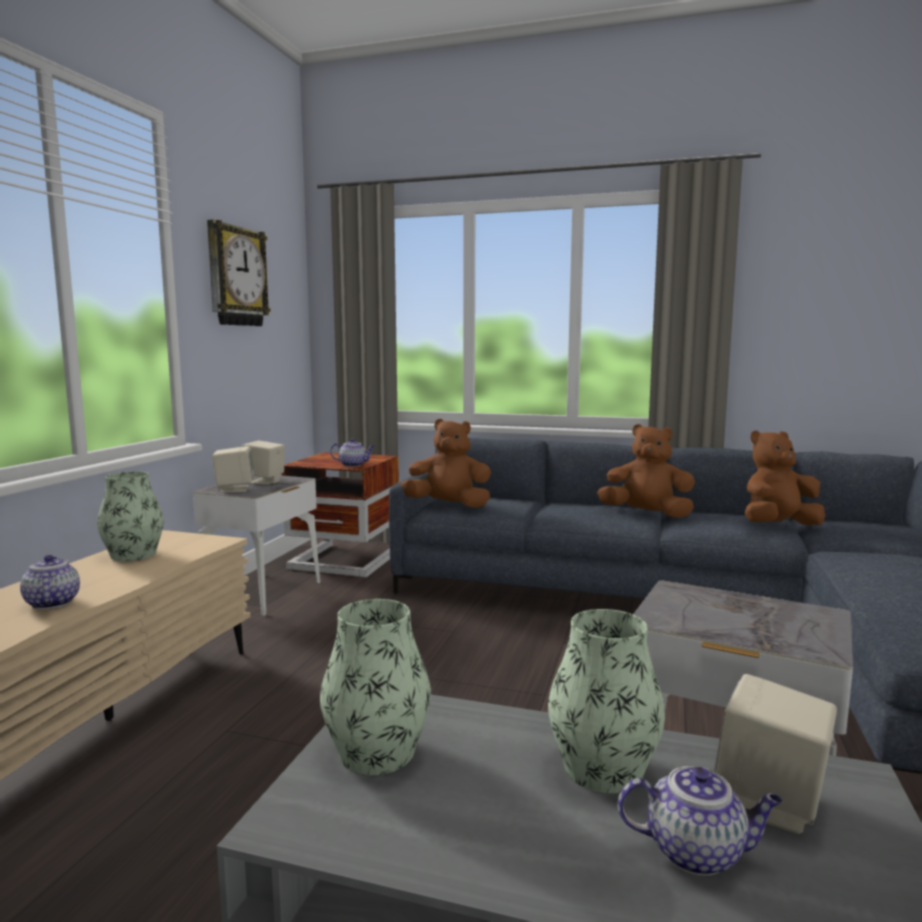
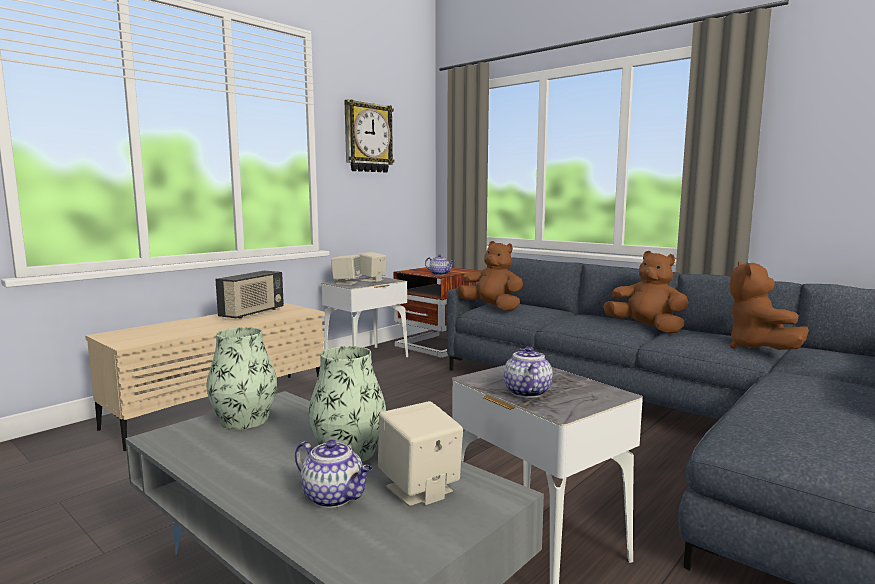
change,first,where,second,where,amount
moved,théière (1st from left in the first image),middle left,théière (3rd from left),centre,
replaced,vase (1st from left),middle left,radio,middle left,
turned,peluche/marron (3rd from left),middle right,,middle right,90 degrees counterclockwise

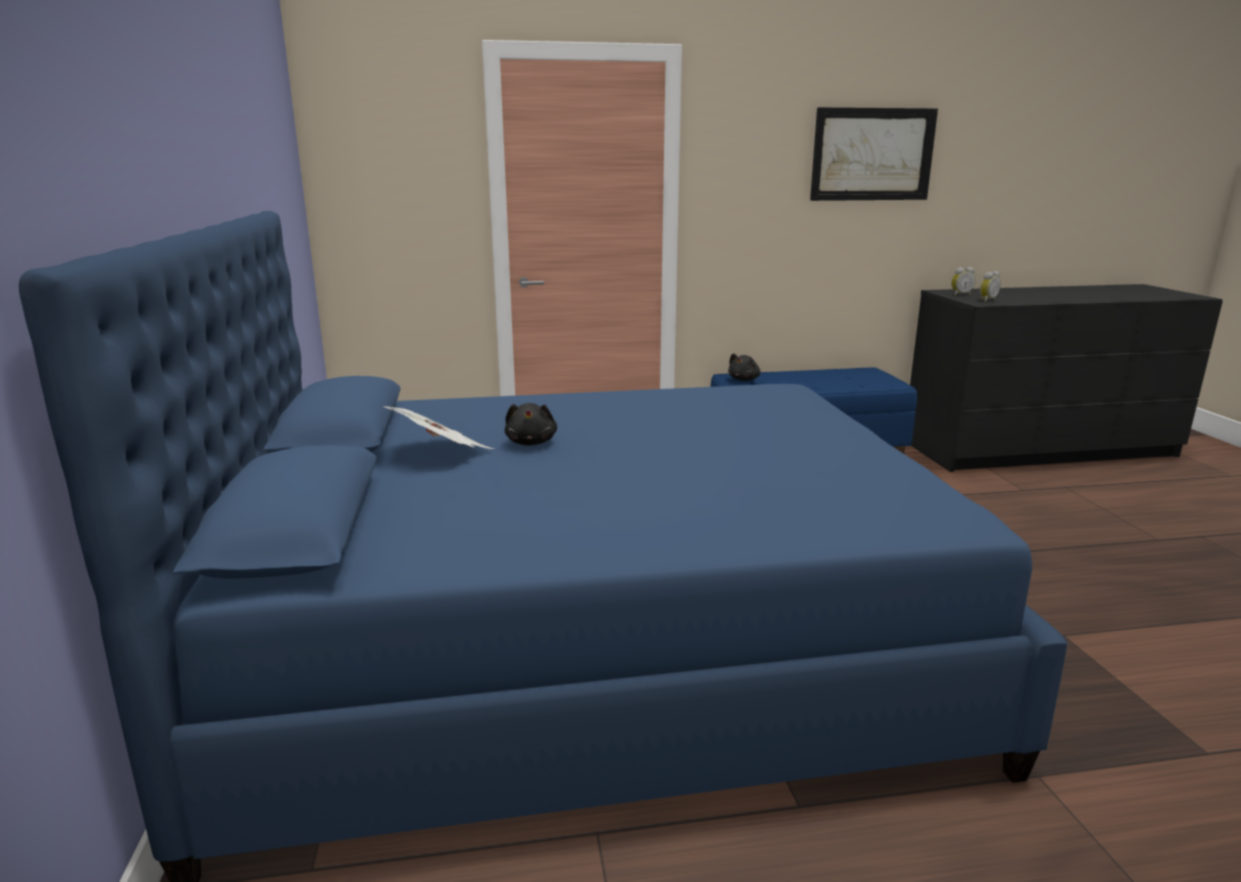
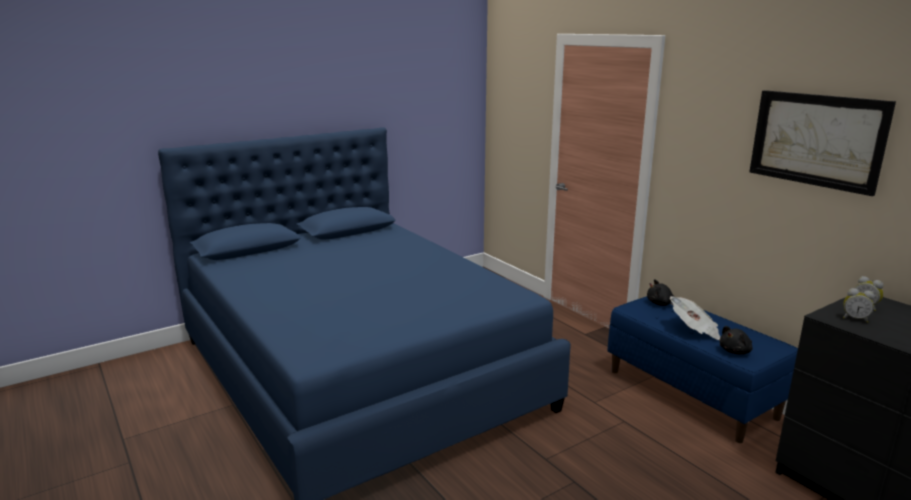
change,first,where,second,where,amount
moved,journal,centre,,middle right,
moved,peluche/noir (1st from left in the first image),centre,peluche/noir (2nd from left),bottom right,

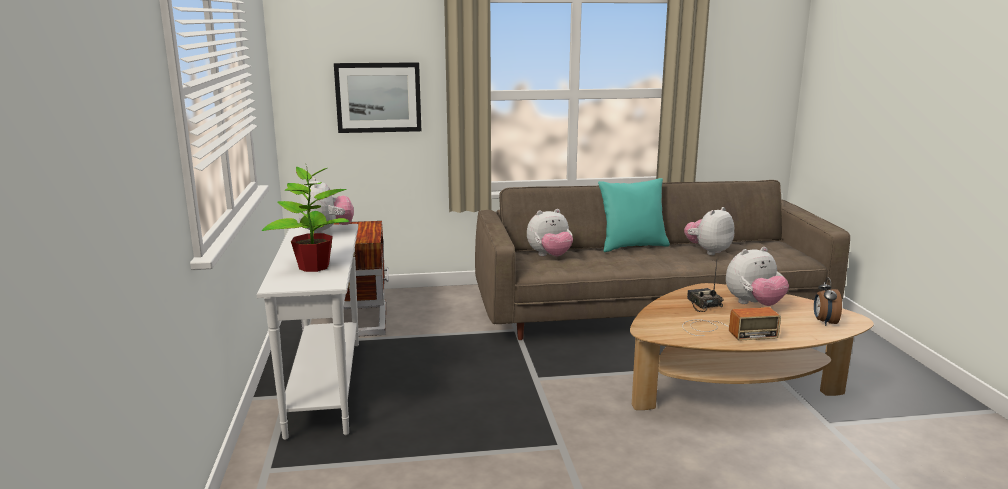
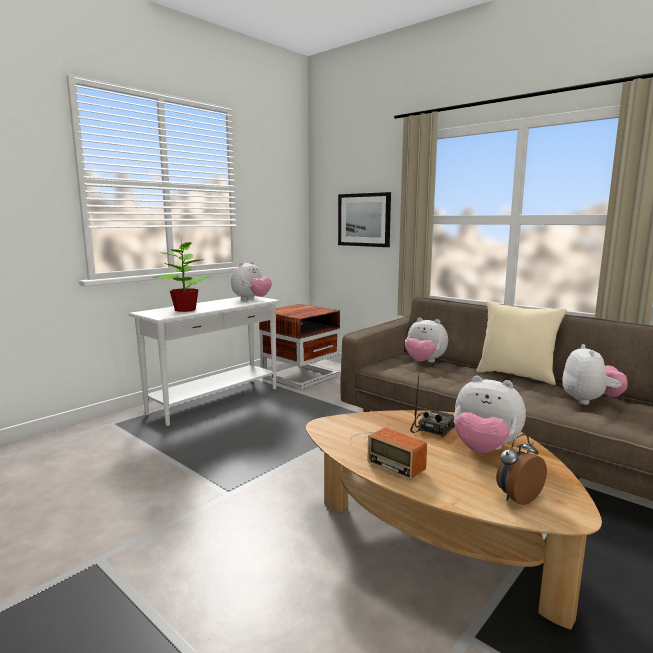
change,first,where,second,where,amount
recoloured,coussin/turquoise,centre,coussin/beige,middle right,
turned,peluche (3rd from left in the first image),middle right,peluche (4th from left),middle right,90 degrees clockwise

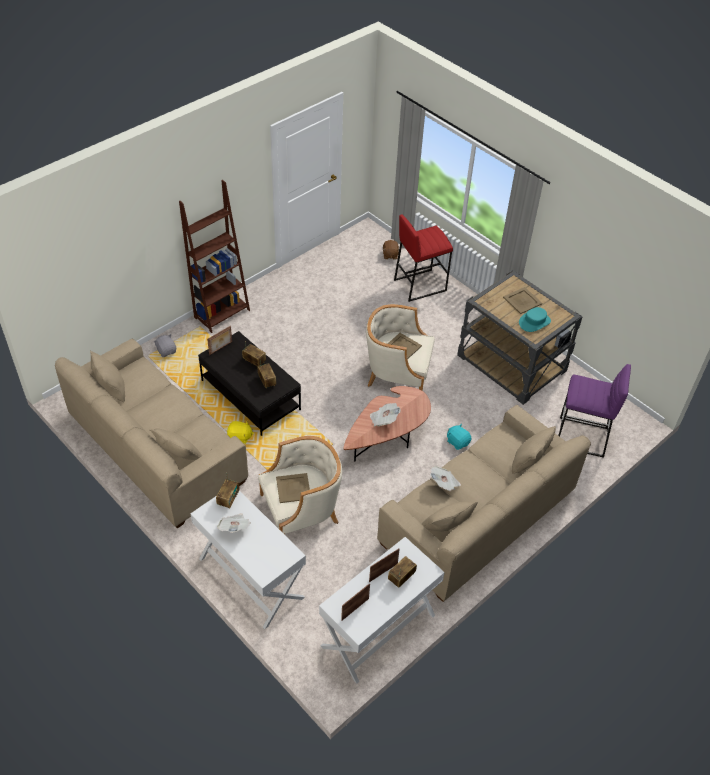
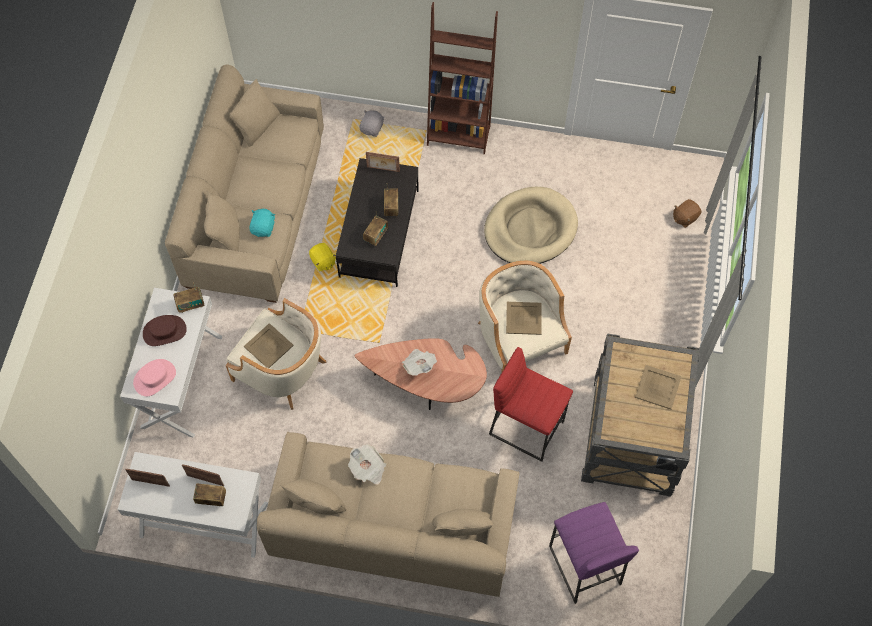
change,first,where,second,where,amount
removed,chapeau/turquoise,middle right,,,
added,,,chapeau/rose,middle left,
added,,,panier pour chien/beige,centre,
moved,tabouret/rouge,top centre,,centre,
moved,peluche/turquoise,centre,,middle left,
replaced,journal (1st from left),bottom left,chapeau/marron,middle left,

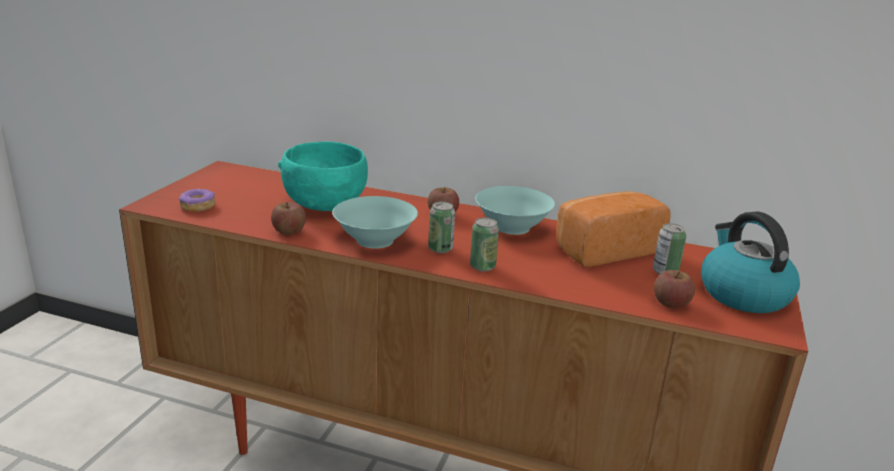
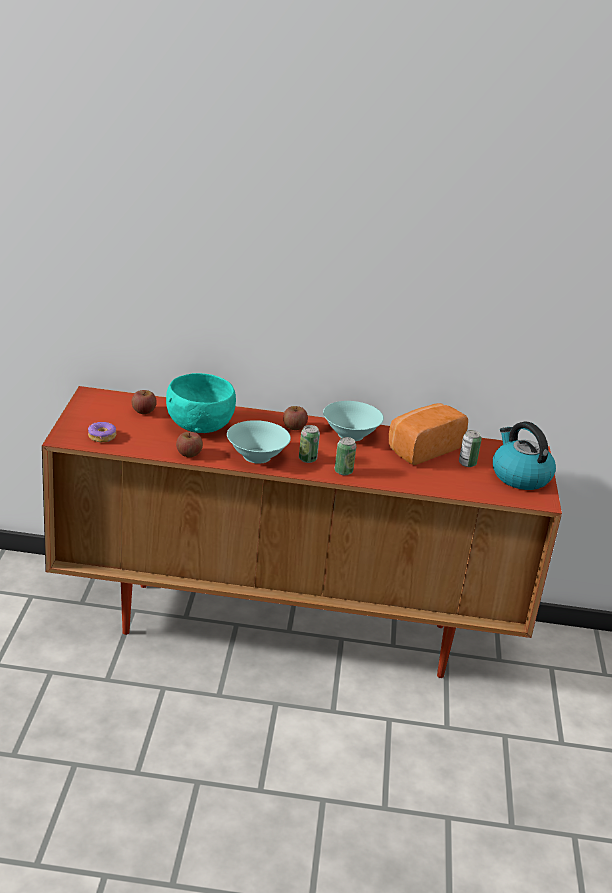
change,first,where,second,where,amount
moved,pomme (3rd from left in the first image),middle right,pomme (1st from left),middle left,

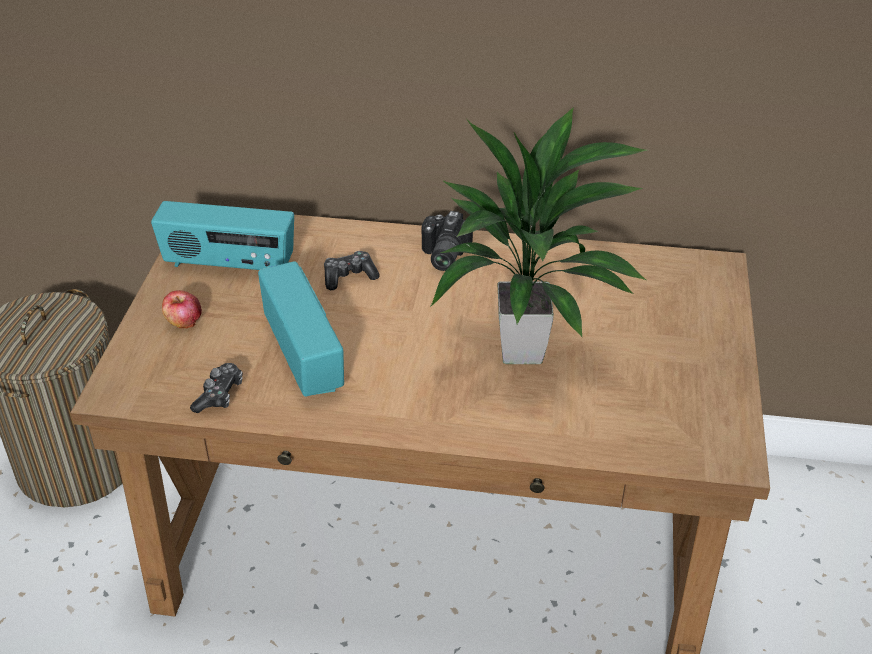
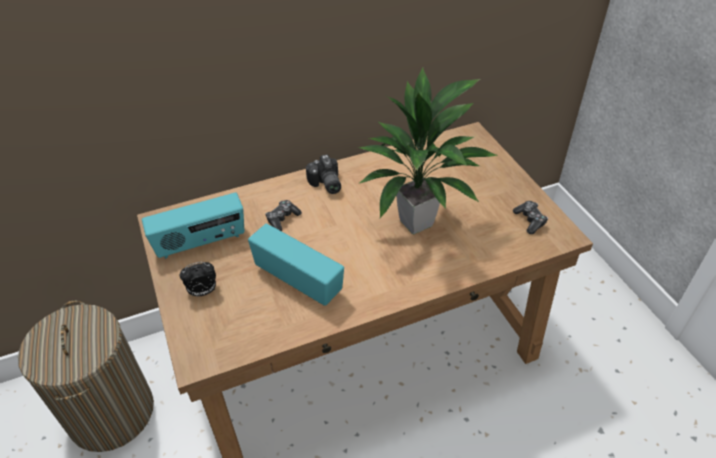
change,first,where,second,where,amount
moved,manette (1st from left in the first image),middle left,manette (2nd from left),middle right,
replaced,pomme,middle left,réveil,middle left,

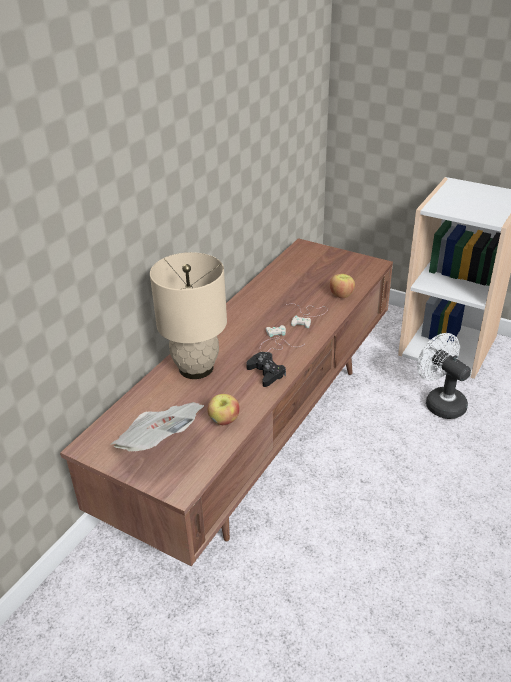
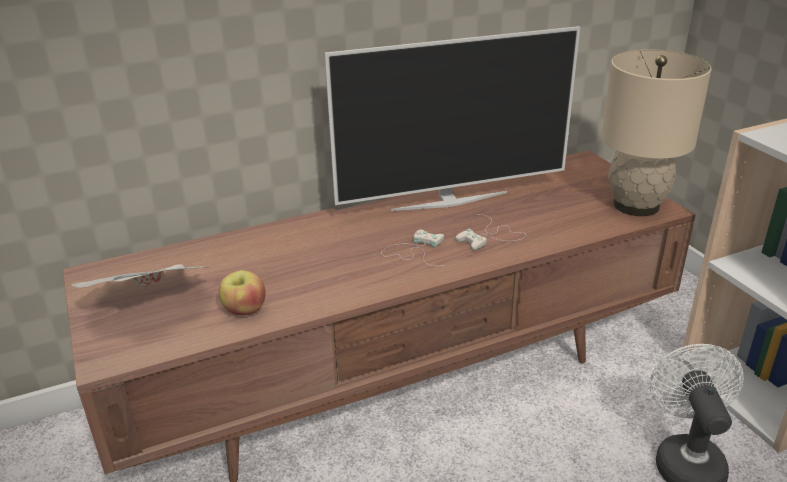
change,first,where,second,where,amount
removed,manette/noir,centre,,,
removed,pomme (2nd from left),middle right,,,
added,,,téléviseur,top centre,
moved,lampe de table/beige,centre,,top right,

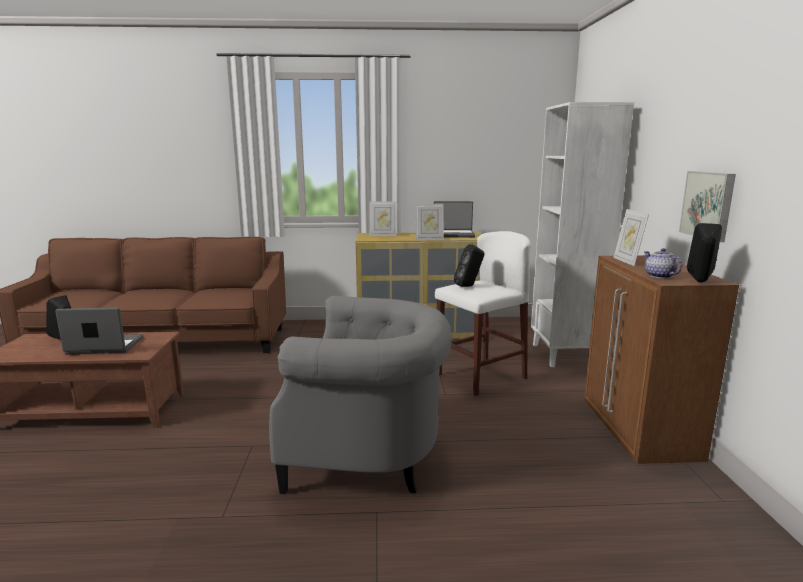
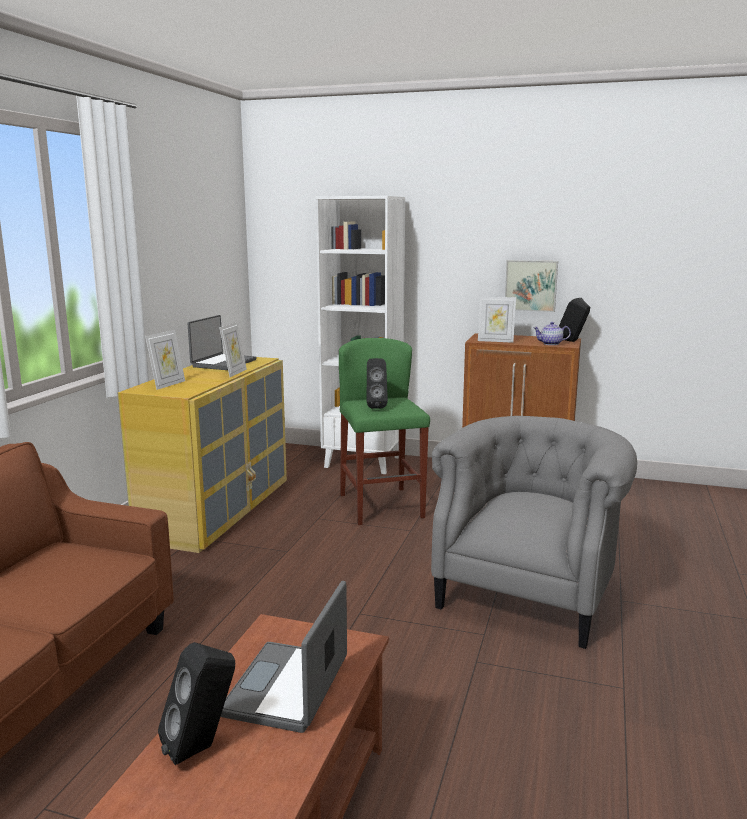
change,first,where,second,where,amount
recoloured,tabouret/blanc,centre,tabouret/vert,centre,

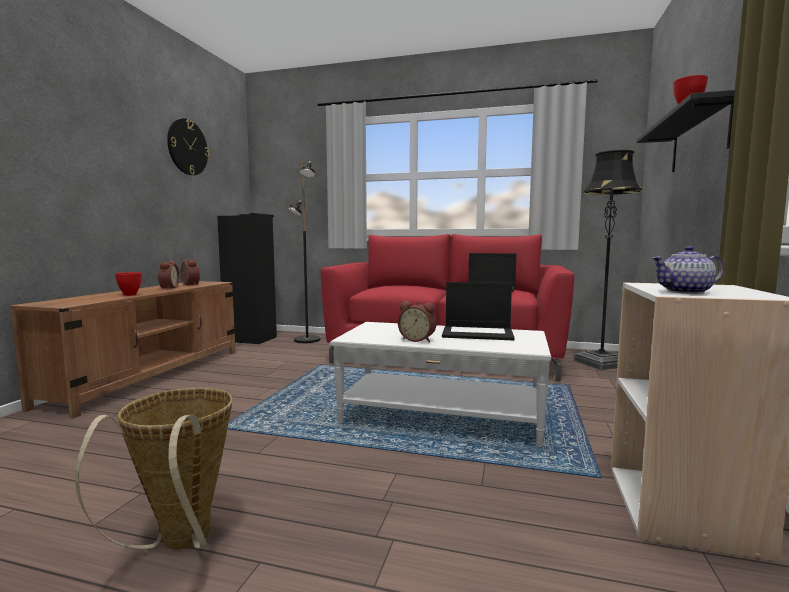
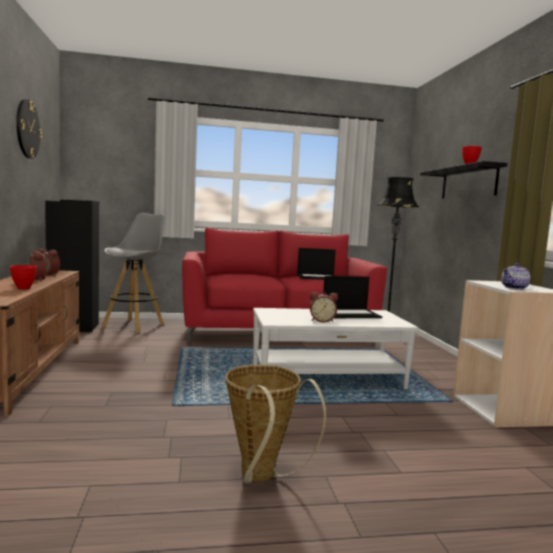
change,first,where,second,where,amount
replaced,lampadaire/noir (1st from left),centre,tabouret/gris,middle left,

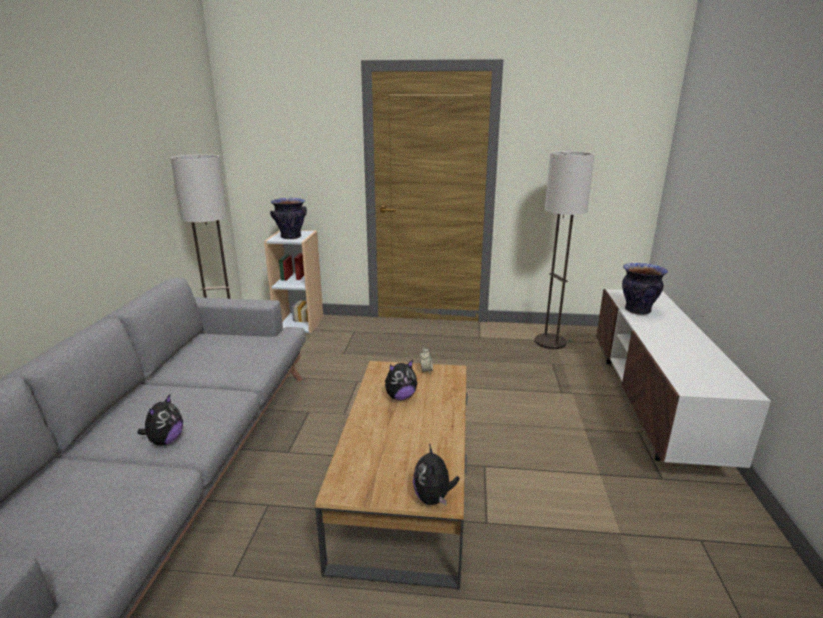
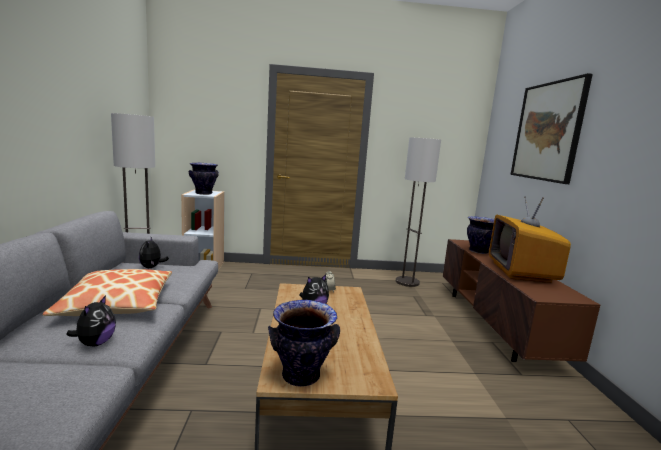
change,first,where,second,where,amount
added,,,coussin,middle left,
added,,,vase (2nd from left),bottom centre,
added,,,téléviseur,middle right,
added,,,tableau,top right,
moved,peluche (3rd from left in the first image),bottom centre,peluche (2nd from left),middle left,
recoloured,meuble télé/blanc,middle right,meuble télé/marron,bottom right,

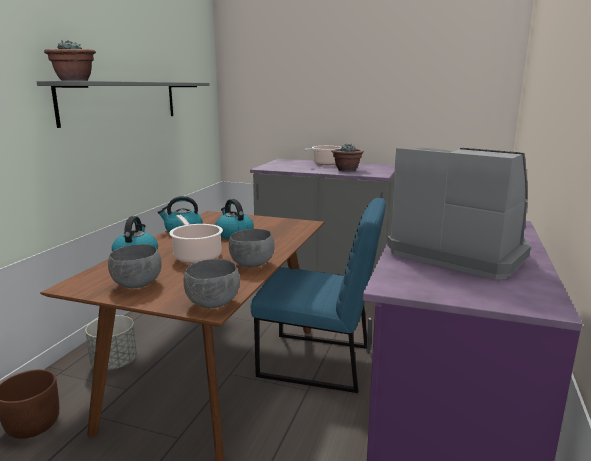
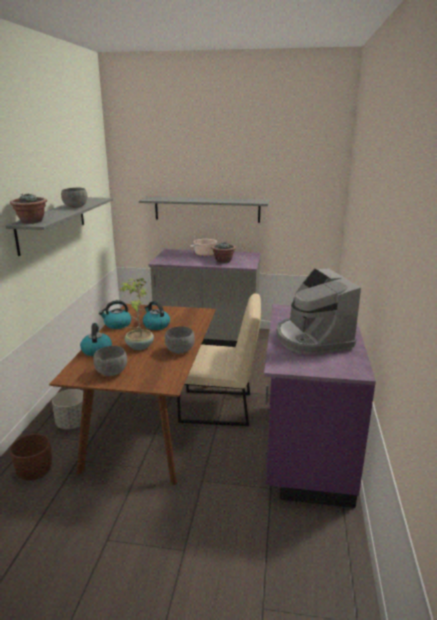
change,first,where,second,where,amount
added,,,étagère/gris (2nd from left),centre,
moved,bol/gris (2nd from left in the first image),centre,bol/gris (1st from left),top left,
replaced,marmite (1st from left),middle left,plante en pot (2nd from left),middle left,
recoloured,chaise/bleu,centre,chaise/beige,centre,
turned,machine à café,middle right,,middle right,135 degrees counterclockwise

